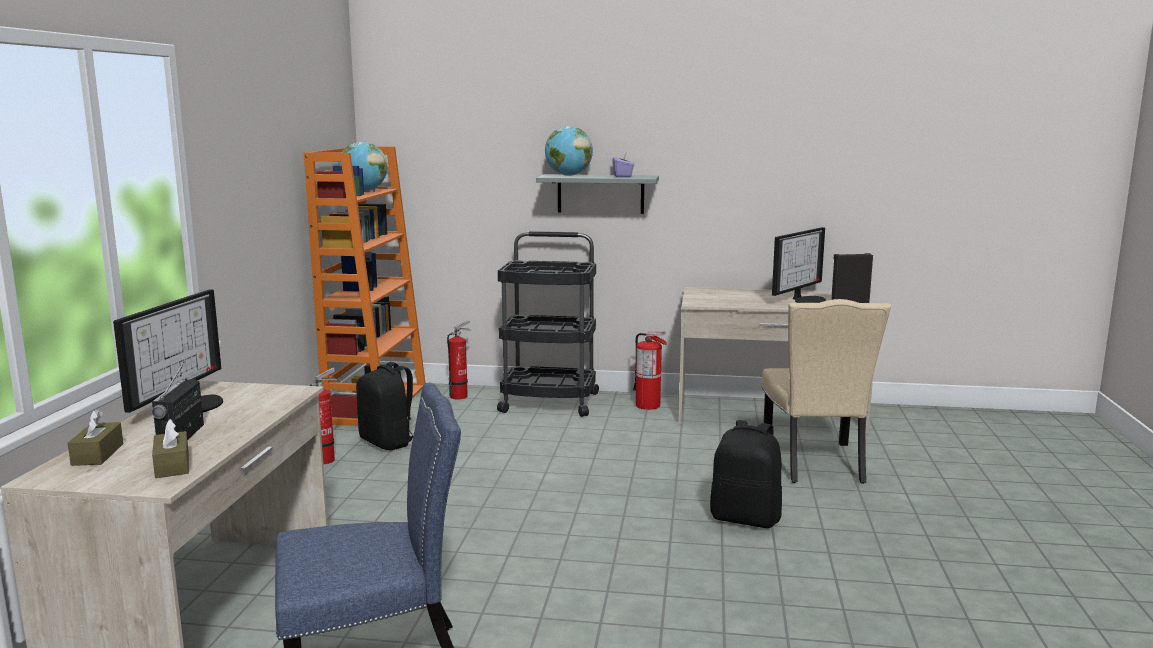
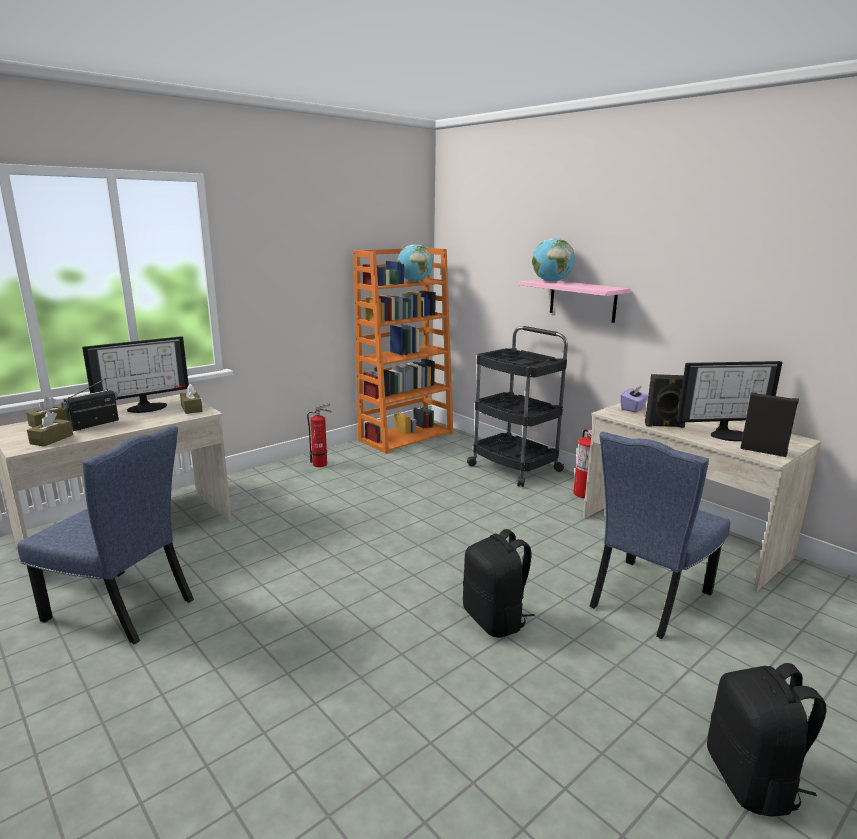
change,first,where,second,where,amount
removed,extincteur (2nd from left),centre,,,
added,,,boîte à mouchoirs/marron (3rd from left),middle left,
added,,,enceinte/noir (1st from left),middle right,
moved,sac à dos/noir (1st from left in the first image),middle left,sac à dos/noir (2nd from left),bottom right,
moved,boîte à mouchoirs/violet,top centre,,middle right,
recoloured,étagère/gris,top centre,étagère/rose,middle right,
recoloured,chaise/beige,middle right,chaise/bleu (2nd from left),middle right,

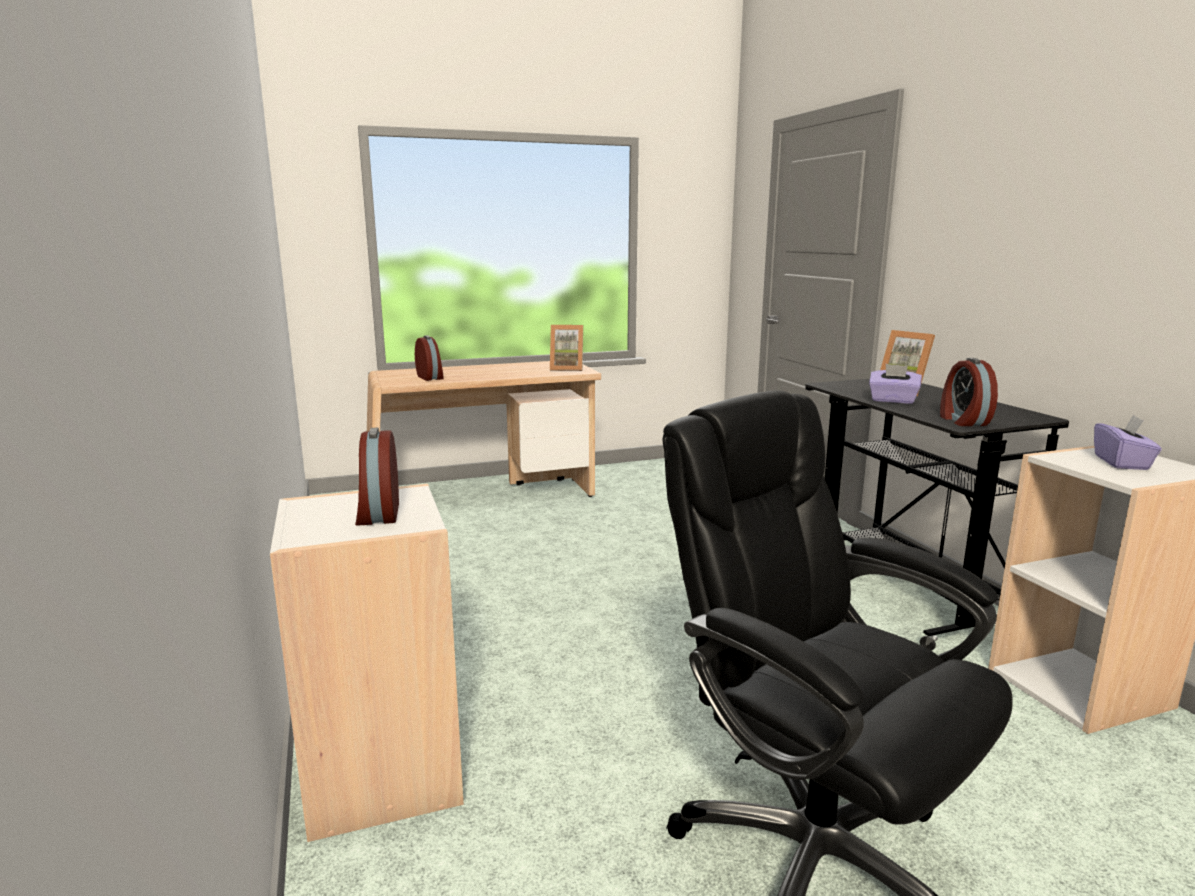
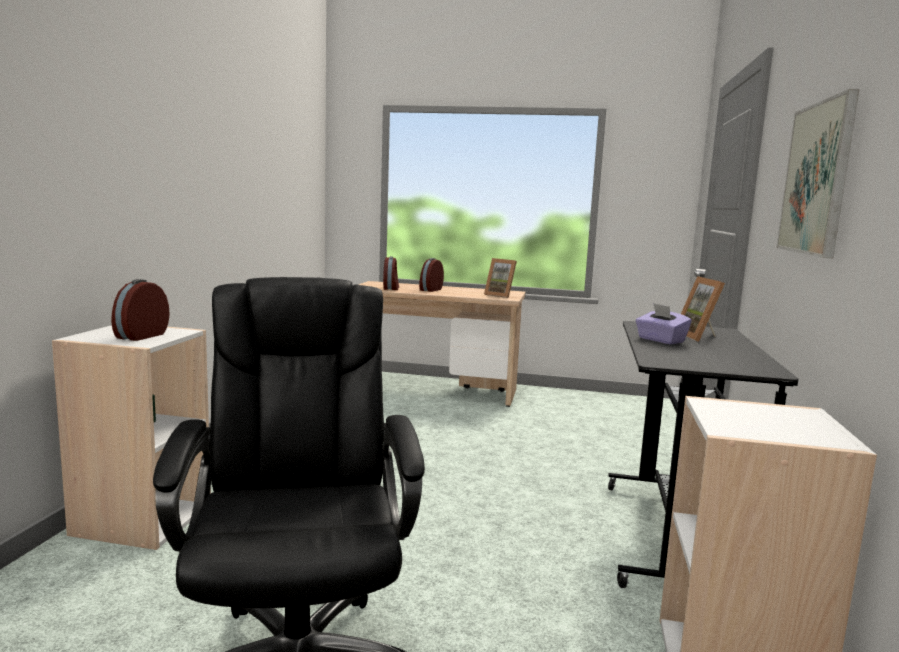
change,first,where,second,where,amount
removed,boîte à mouchoirs/violet (2nd from left),middle right,,,
added,,,tableau,top right,
moved,réveil (3rd from left),middle right,,centre,

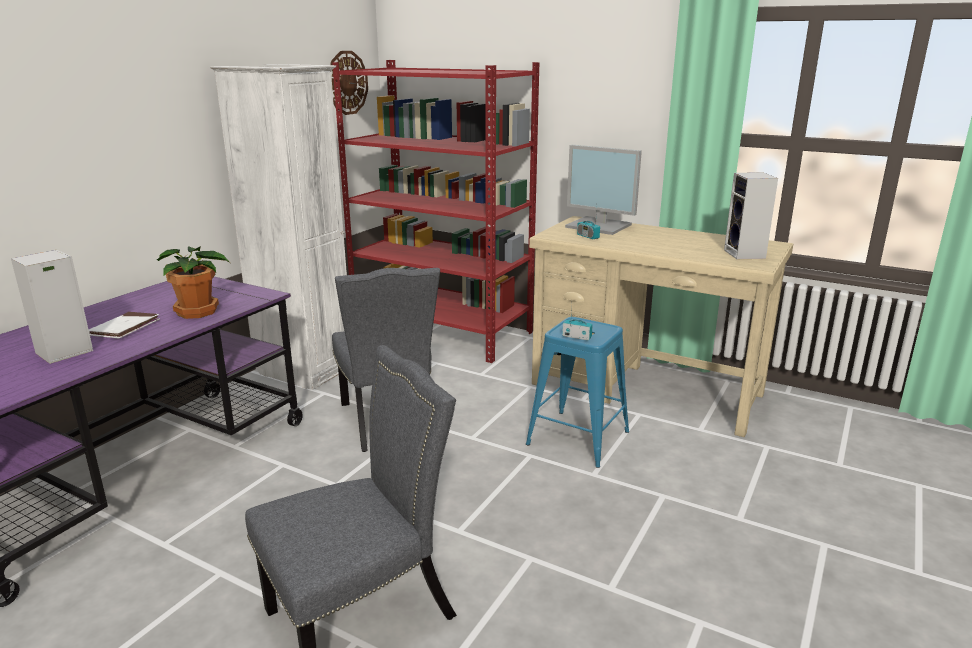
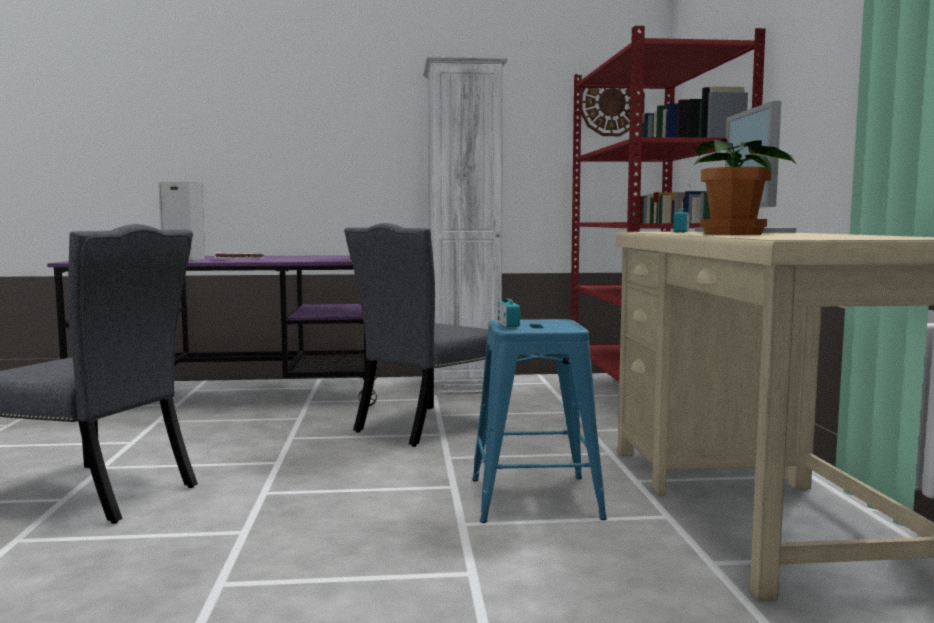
change,first,where,second,where,amount
removed,enceinte (2nd from left),top right,,,
moved,plante en pot,middle left,,top right,

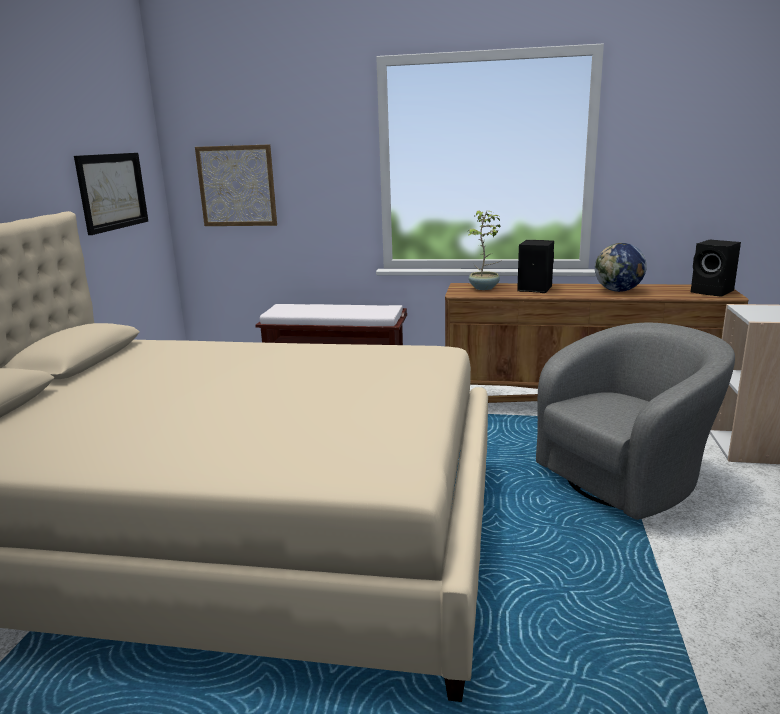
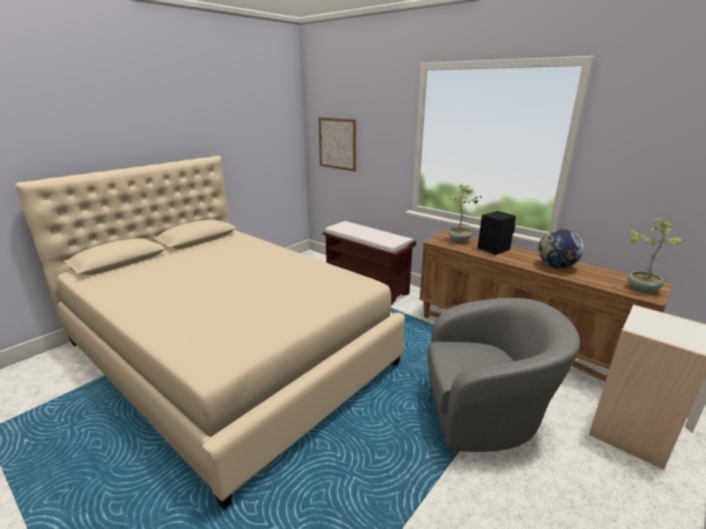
change,first,where,second,where,amount
removed,tableau (1st from left),top left,,,
replaced,enceinte/noir (2nd from left),middle right,plante en pot (2nd from left),middle right,

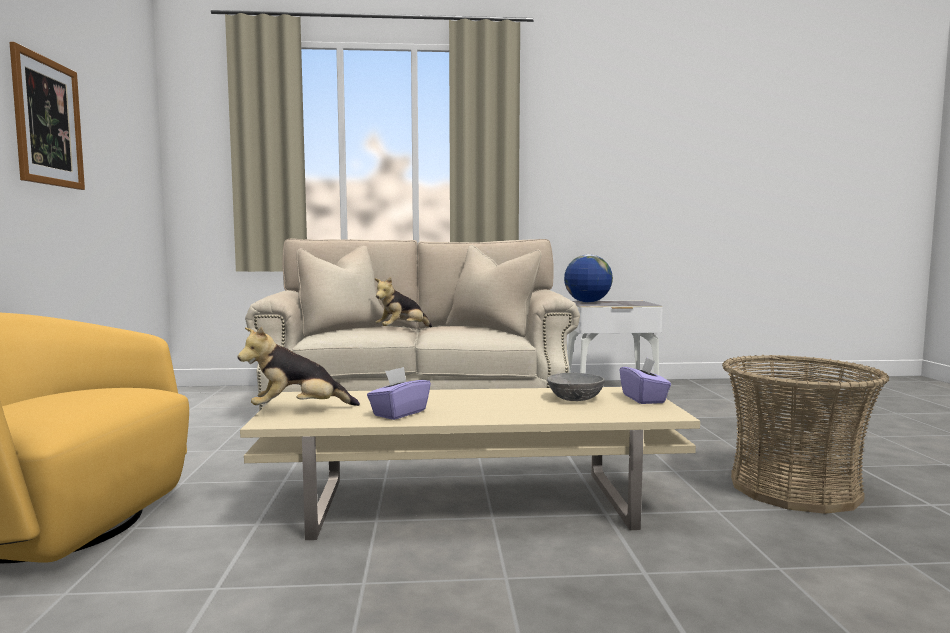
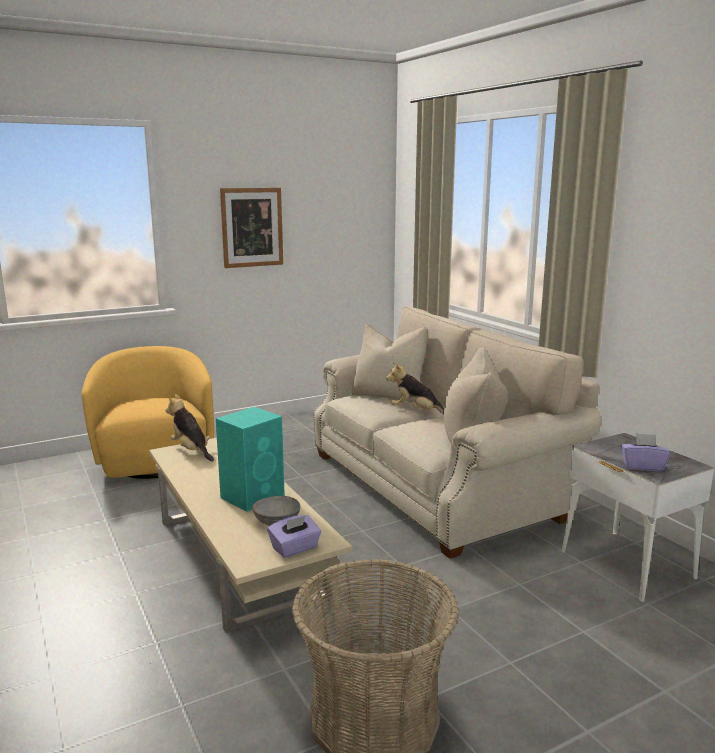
change,first,where,second,where,amount
removed,globe,centre,,,
added,,,enceinte/turquoise,centre,
moved,boîte à mouchoirs/violet (1st from left in the first image),centre,boîte à mouchoirs/violet (2nd from left),middle right,

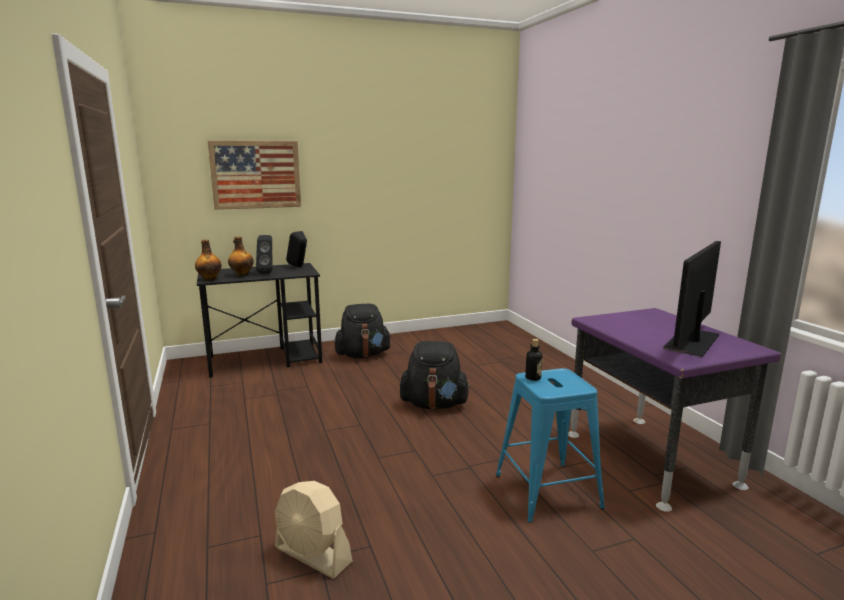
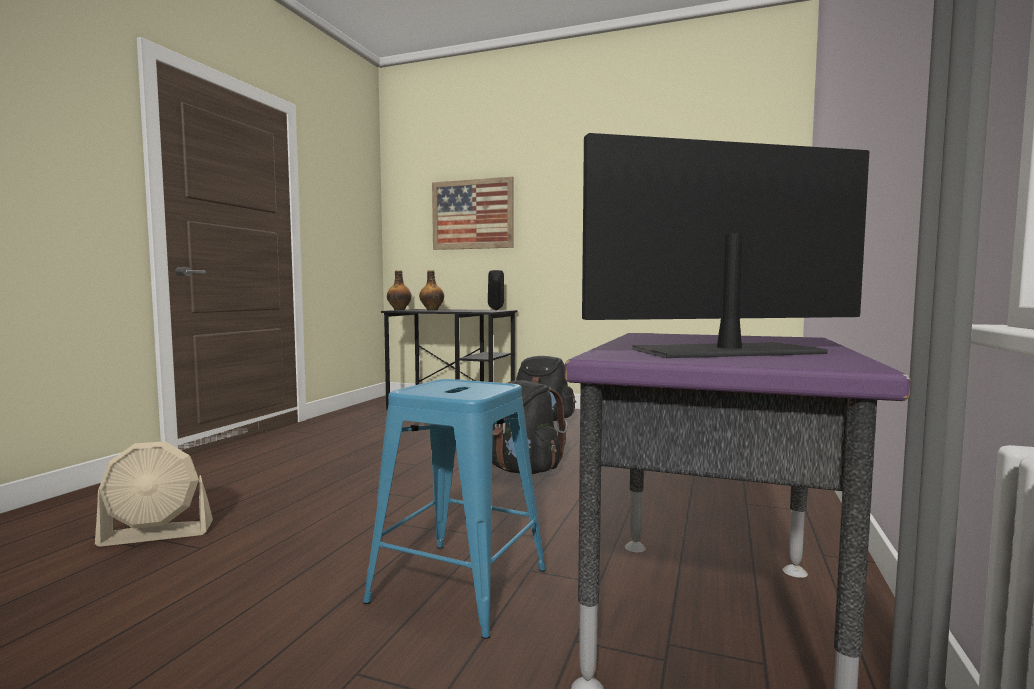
change,first,where,second,where,amount
removed,enceinte/noir (1st from left),middle left,,,
removed,bouteille (3rd from left),centre,,,
turned,ventilateur/beige,bottom centre,,bottom left,90 degrees counterclockwise

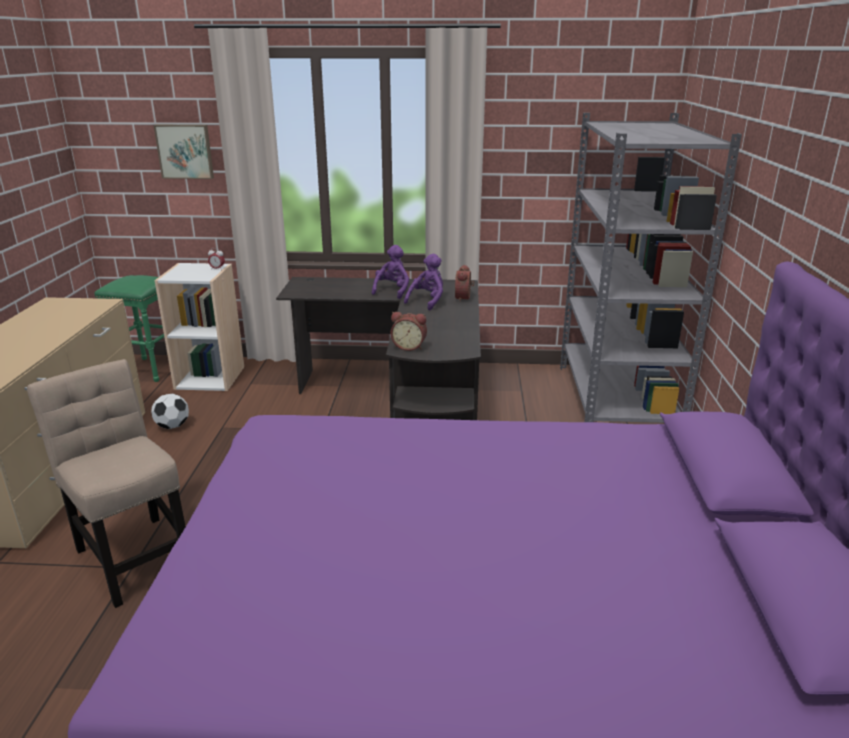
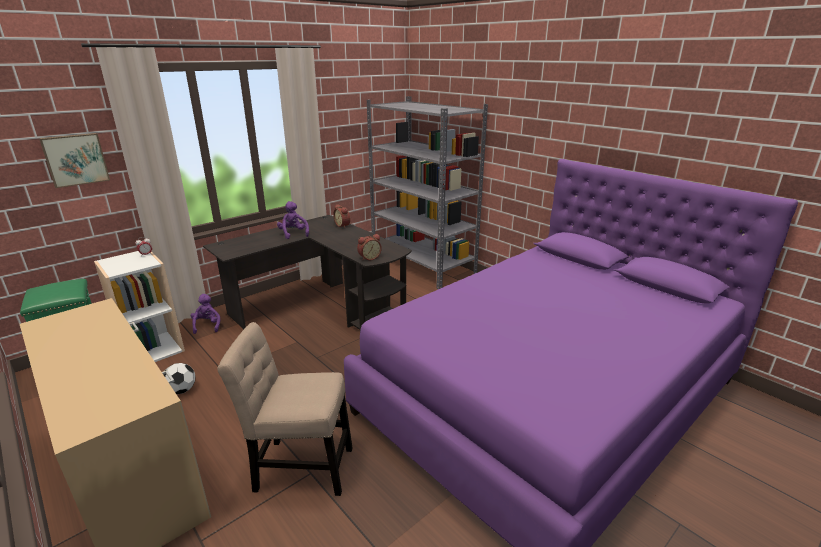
change,first,where,second,where,amount
moved,peluche/violet (2nd from left in the first image),centre,peluche/violet (1st from left),middle left,

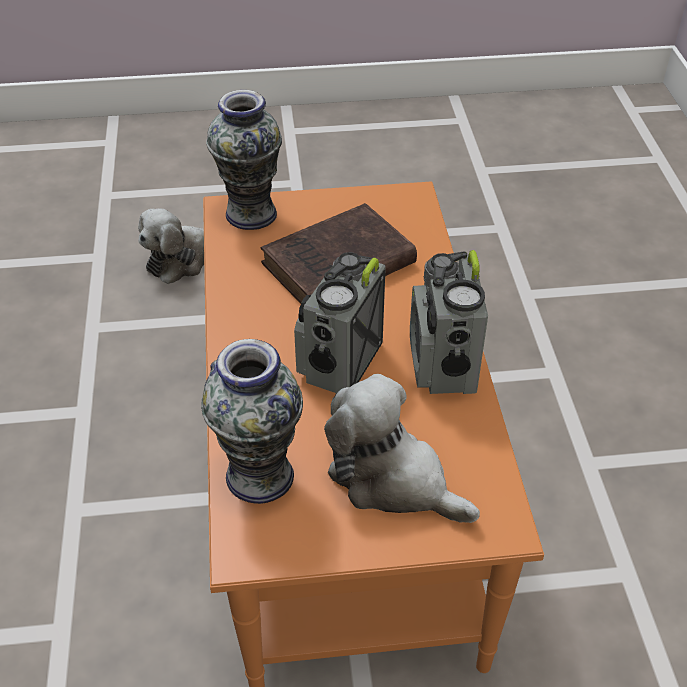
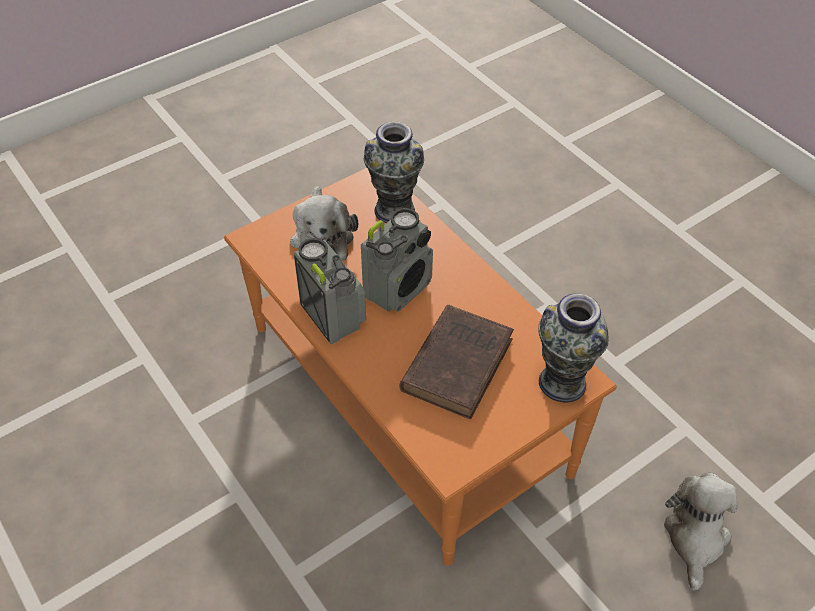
change,first,where,second,where,amount
turned,radio (1st from left in the first image),centre,radio (2nd from left),centre,45 degrees clockwise
turned,peluche (2nd from left in the first image),centre,peluche (1st from left),centre,75 degrees clockwise

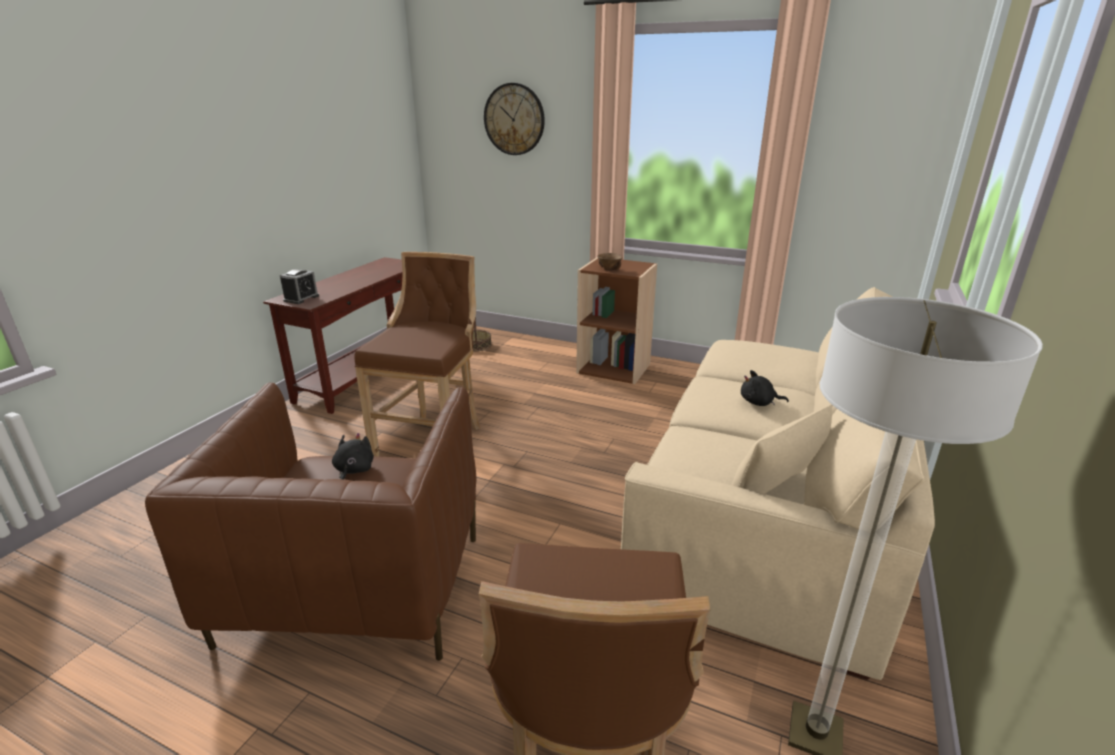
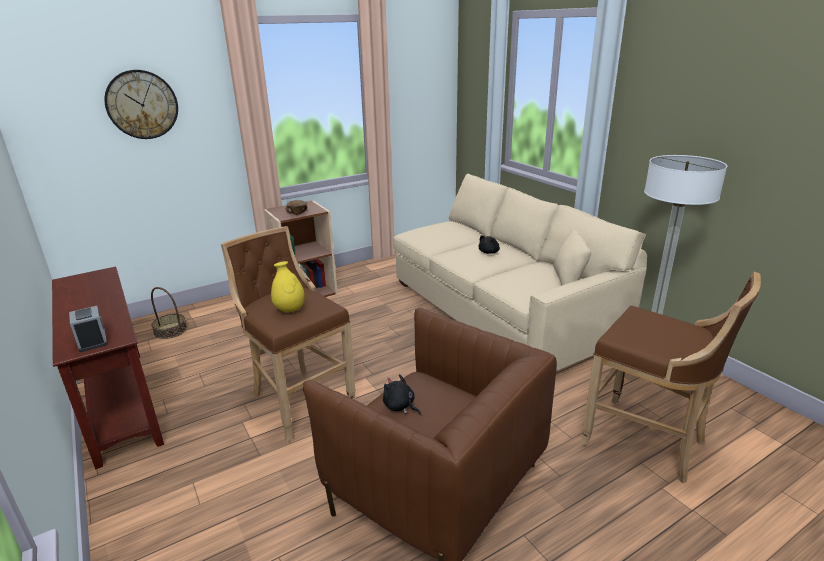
change,first,where,second,where,amount
added,,,vase/jaune,centre,

